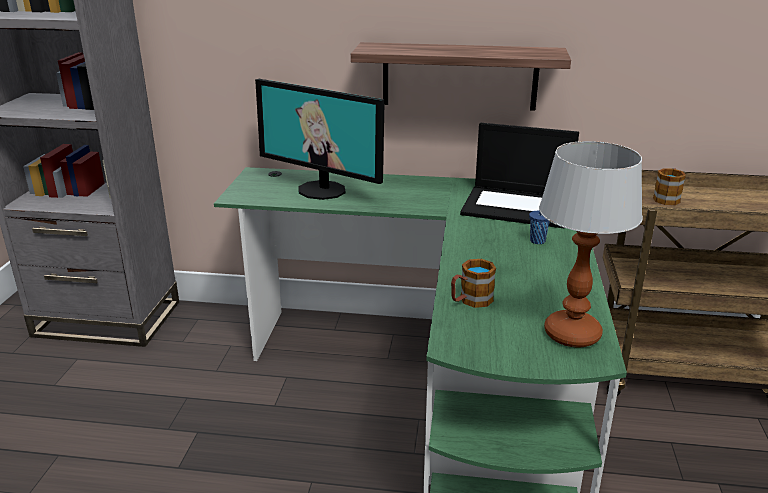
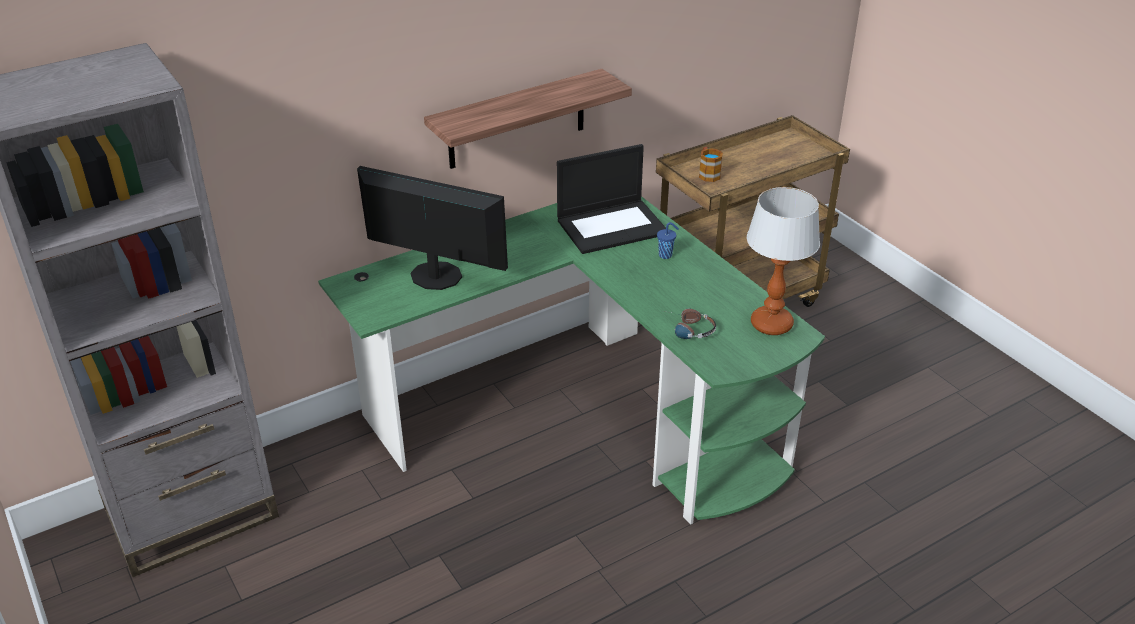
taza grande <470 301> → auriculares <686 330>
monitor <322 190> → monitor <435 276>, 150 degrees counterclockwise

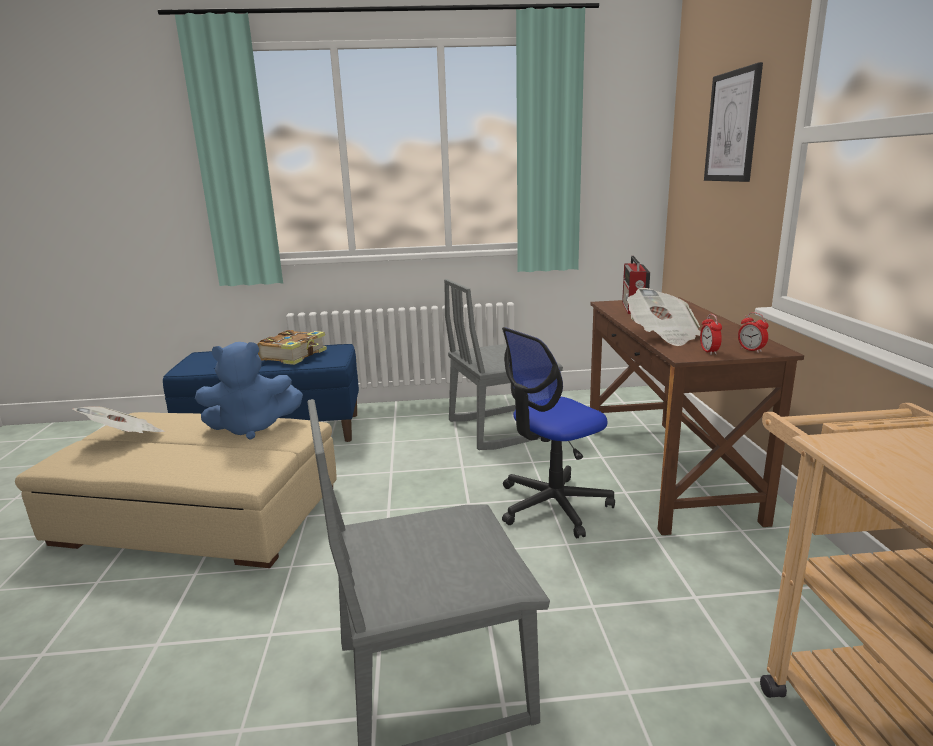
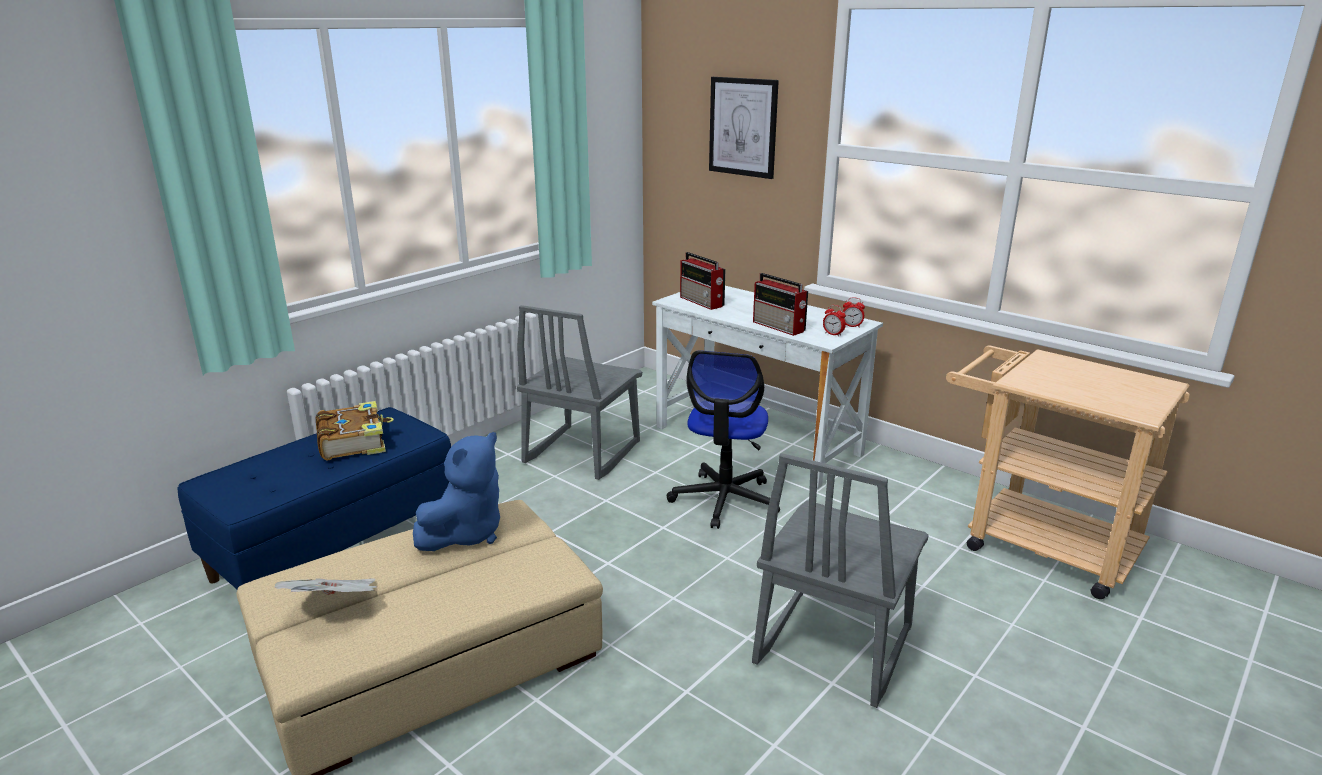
periódico <662 336> → radio <779 327>
escritorio (marrón) <666 471> → escritorio (blanco) <757 440>

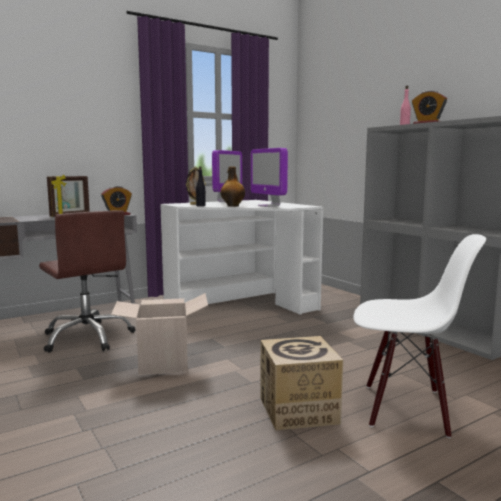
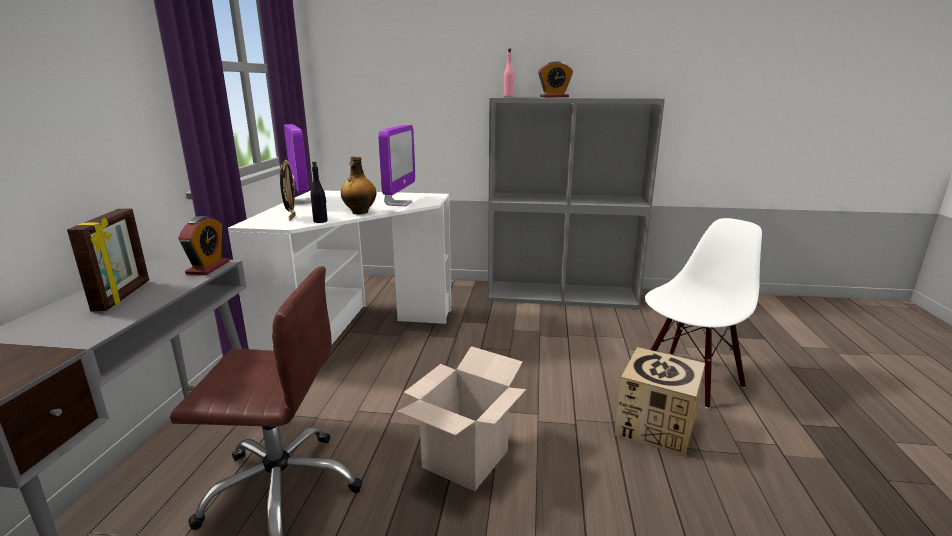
monitor <269 206> → monitor <398 203>, 90 degrees counterclockwise

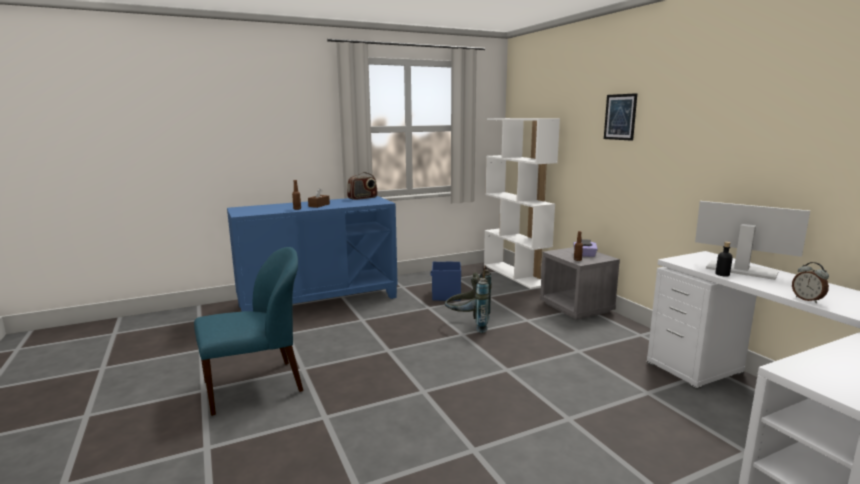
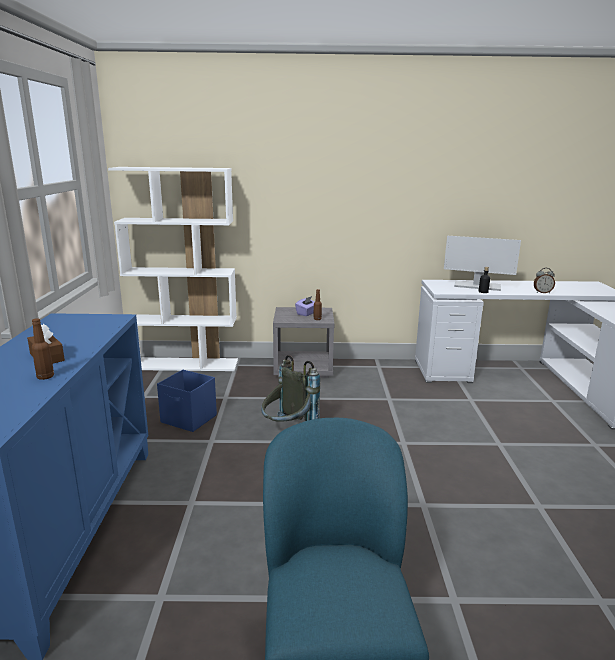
radio <362 198> → -
cuadro <620 117> → -
monitor <742 270> → monitor <476 286>, 135 degrees counterclockwise

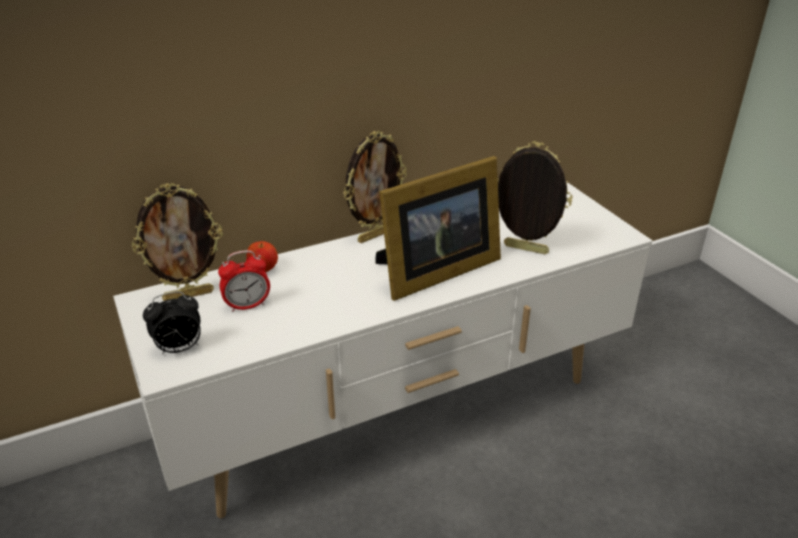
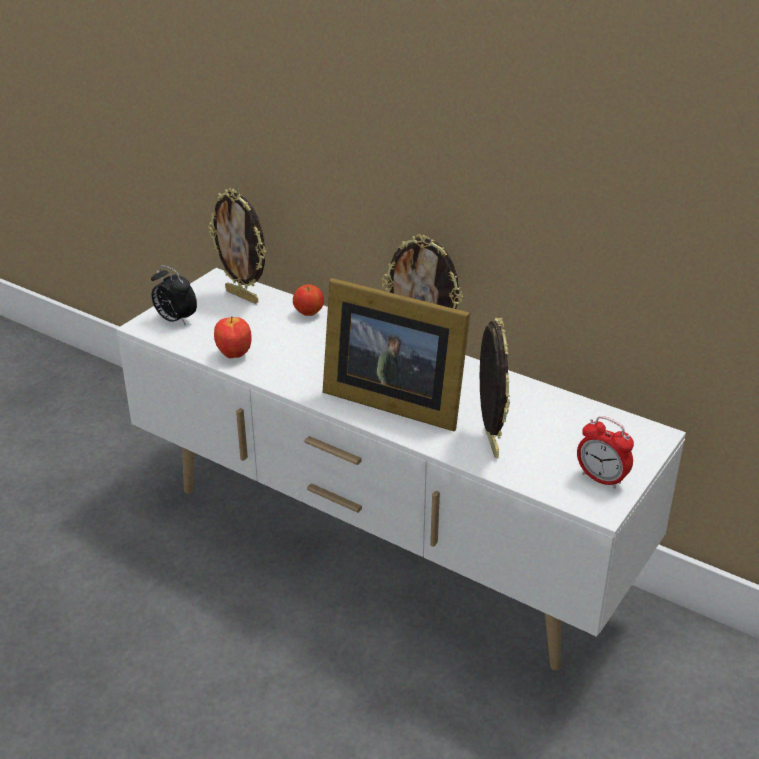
- → manzana <233 355>
despertador <247 305> → despertador <601 479>, moved

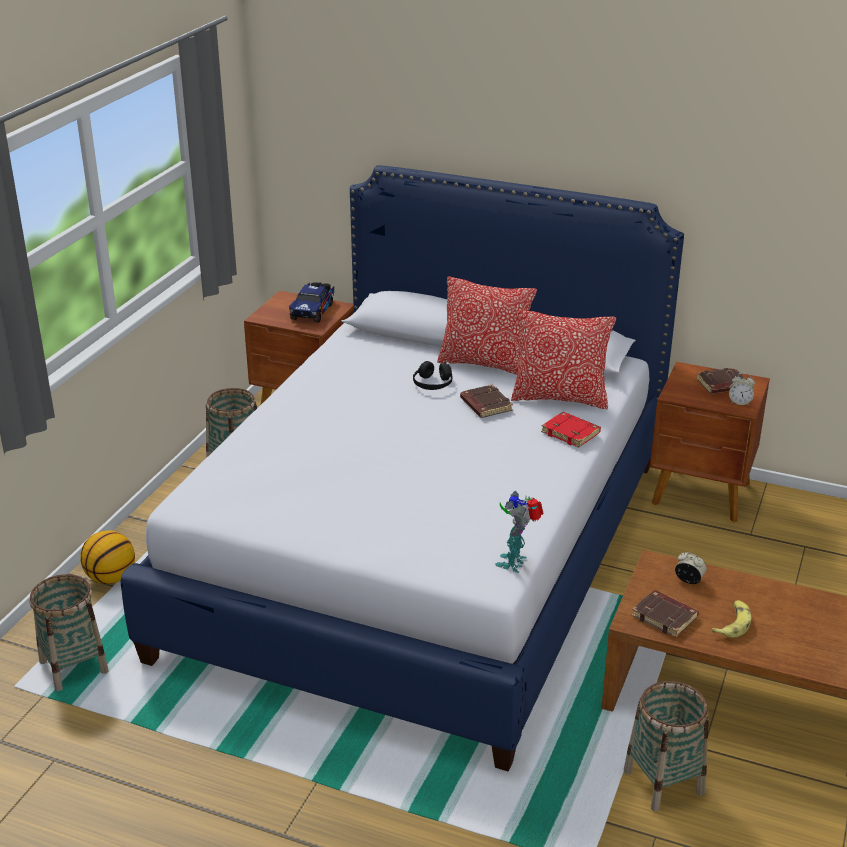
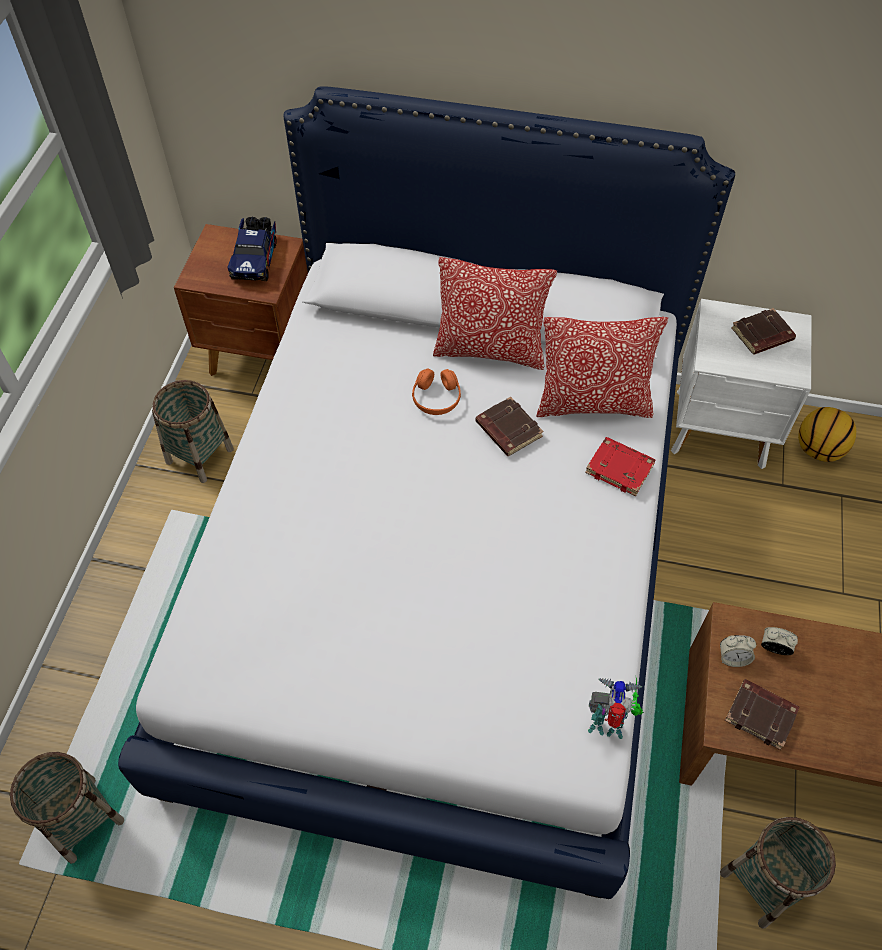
plátano <732 623> → -
balón de baloncesto <111 578> → balón de baloncesto <818 449>, moved
despertador <740 402> → despertador <732 658>, moved
auriculares (negro) <432 384> → auriculares (naranja) <436 398>
mesita de noche (marrón) <702 495> → mesita de noche (blanco) <721 430>
robot de juguete <515 562> → robot de juguete <607 726>, 90 degrees clockwise

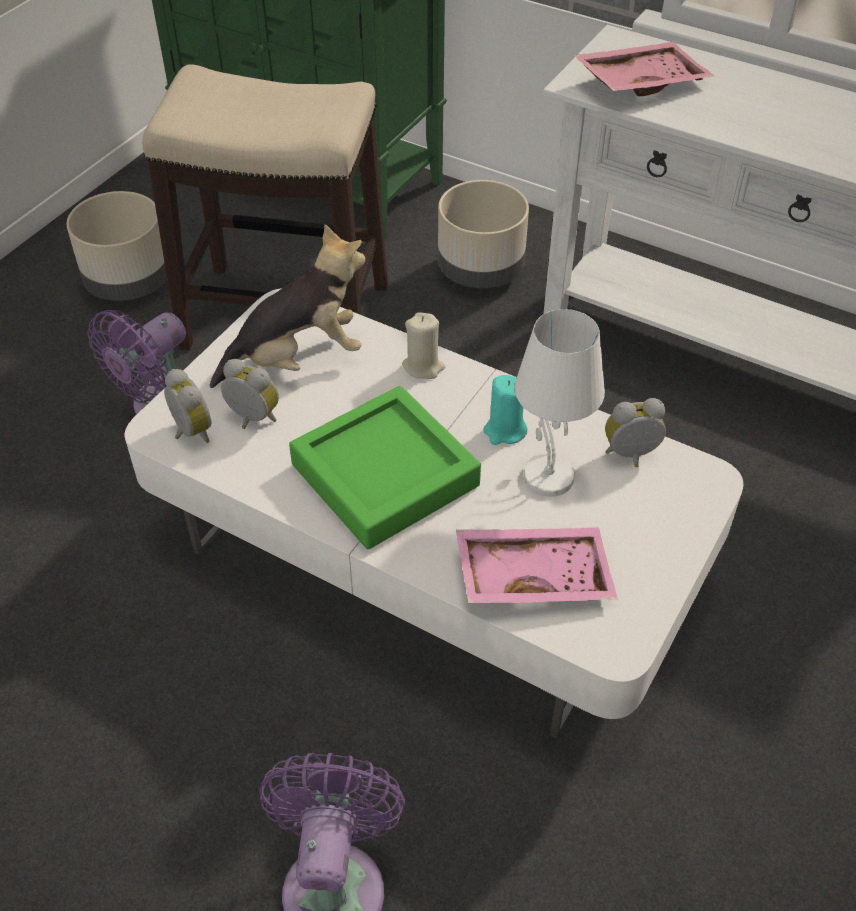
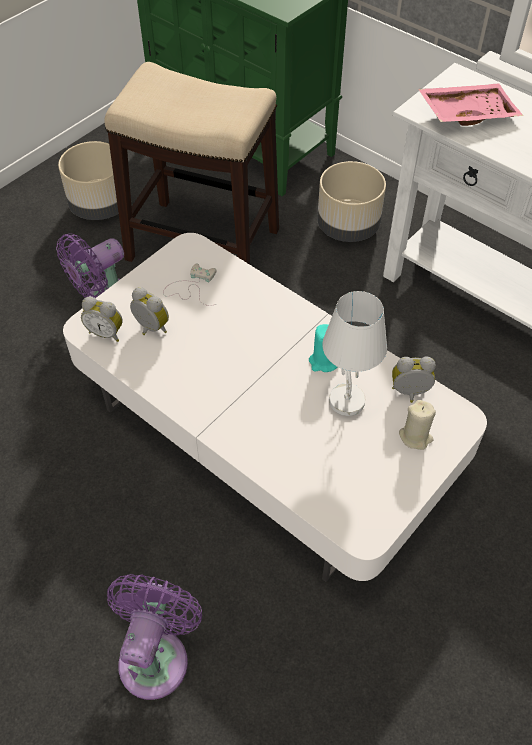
bandeja (verde) <385 475> → -
bandeja (rosa) <533 575> → -
vela (beis) <423 367> → vela (beis) <415 437>, moved
peluche <298 358> → mando de consola (blanco) <191 287>
despertador <189 432> → despertador <106 332>, 135 degrees clockwise

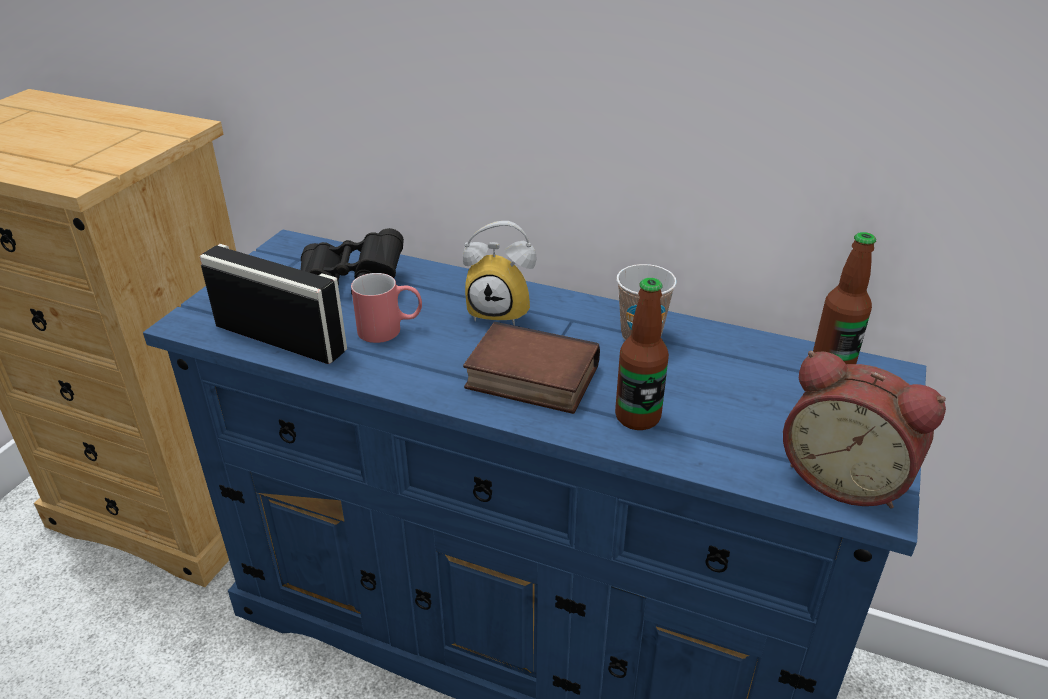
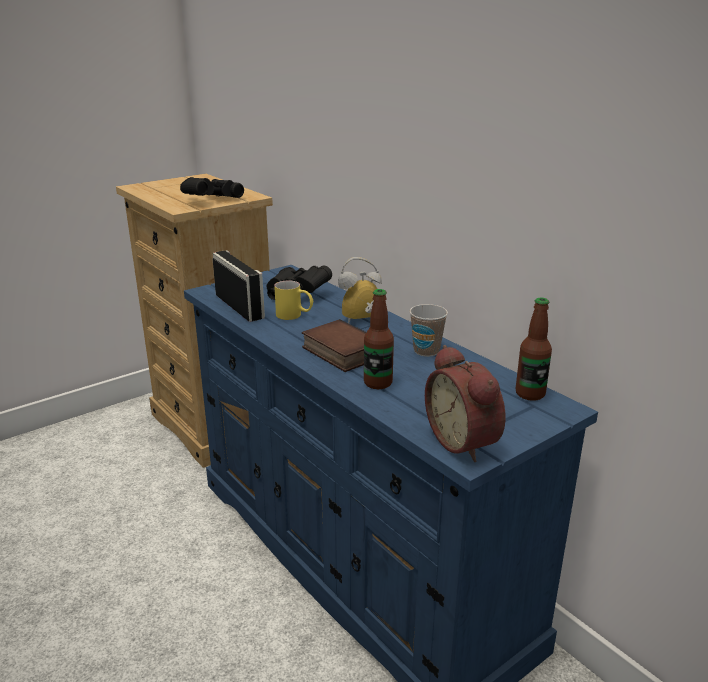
- → prismáticos (negro) <210 200>
taza grande (rojo) <390 329> → taza grande (amarillo) <294 316>
despertador <502 311> → despertador <361 322>, 120 degrees clockwise

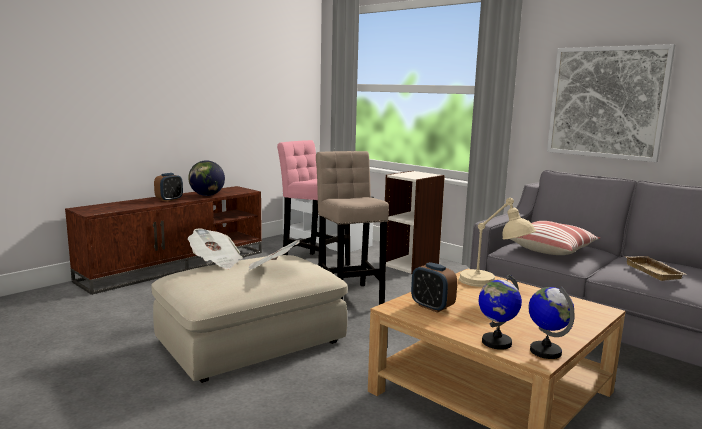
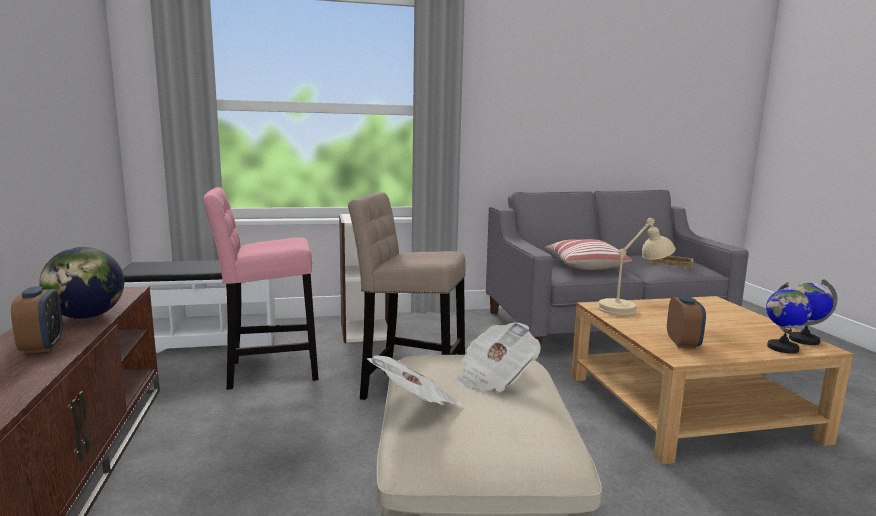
cuadro <606 102> → -
despertador <432 307> → despertador <683 343>, 75 degrees counterclockwise

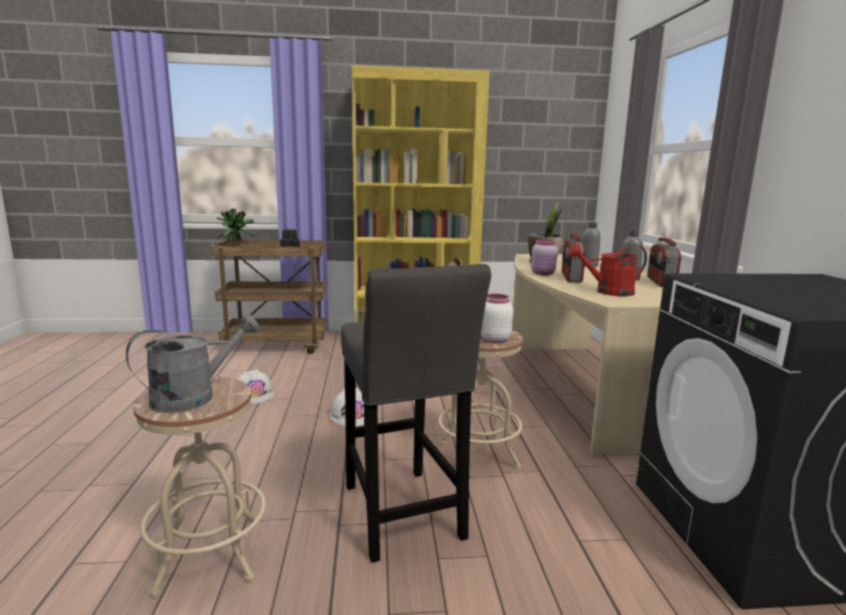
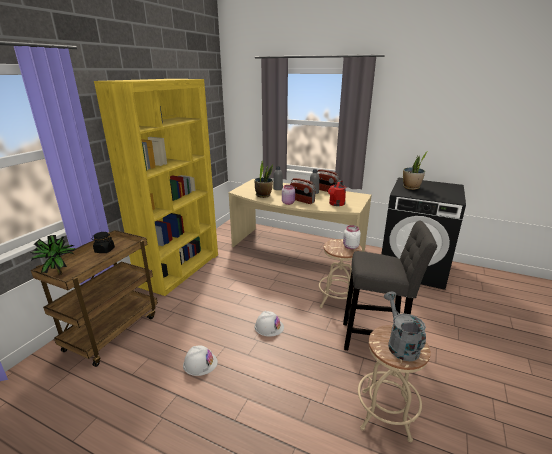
- → planta en maceta <411 187>

